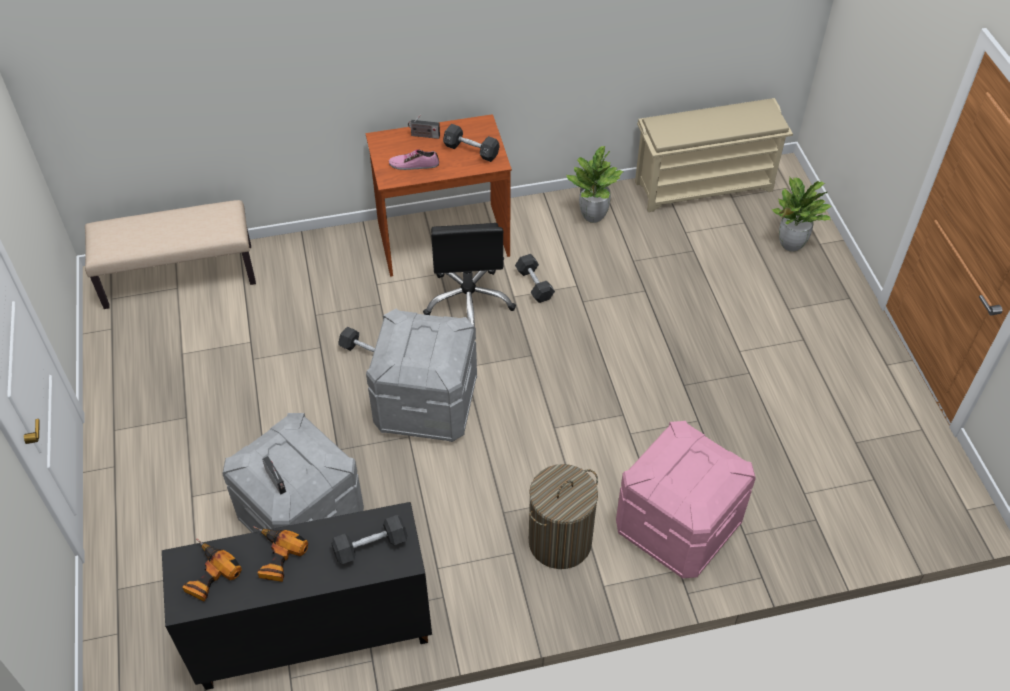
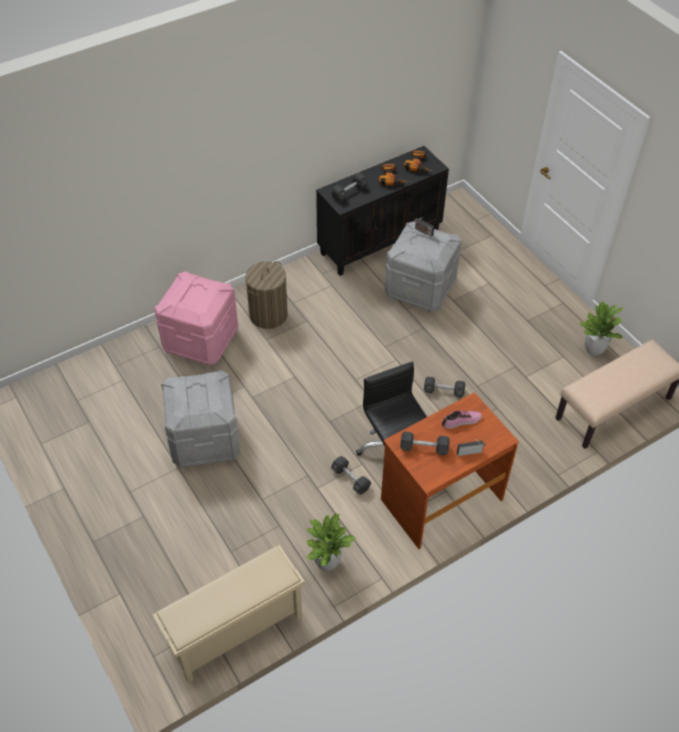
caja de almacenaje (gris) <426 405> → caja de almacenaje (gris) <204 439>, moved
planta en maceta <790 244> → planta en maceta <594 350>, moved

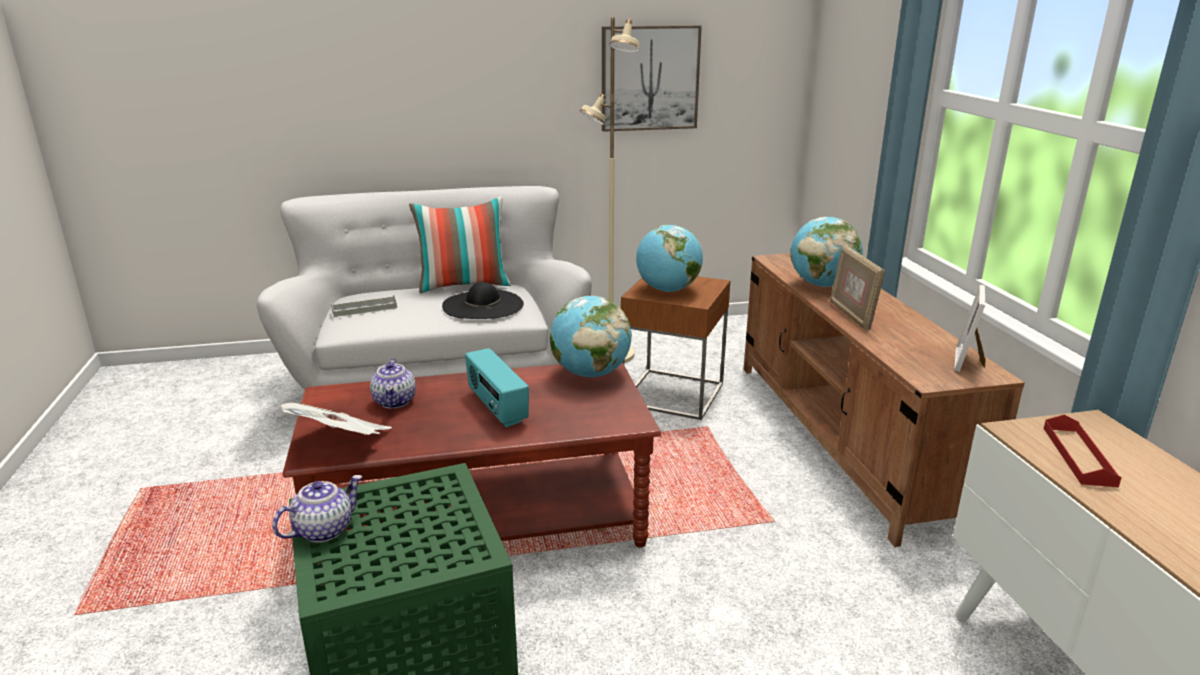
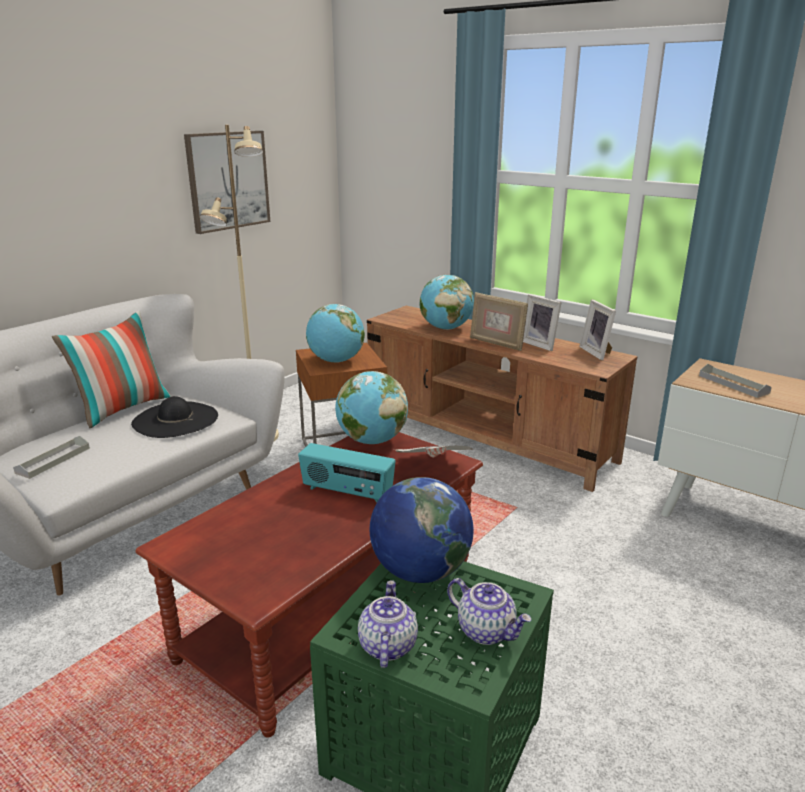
- → globo terráqueo <420 571>
- → portarretratos <540 344>
periódico <341 442> → periódico <433 469>, moved
tetera <395 402> → tetera <487 631>, moved
bandeja (rojo) <1078 456> → bandeja (gris) <733 384>

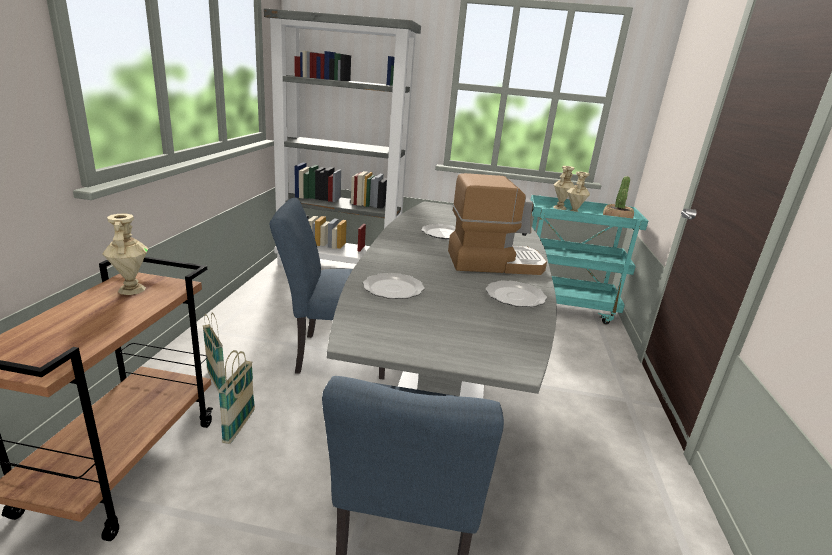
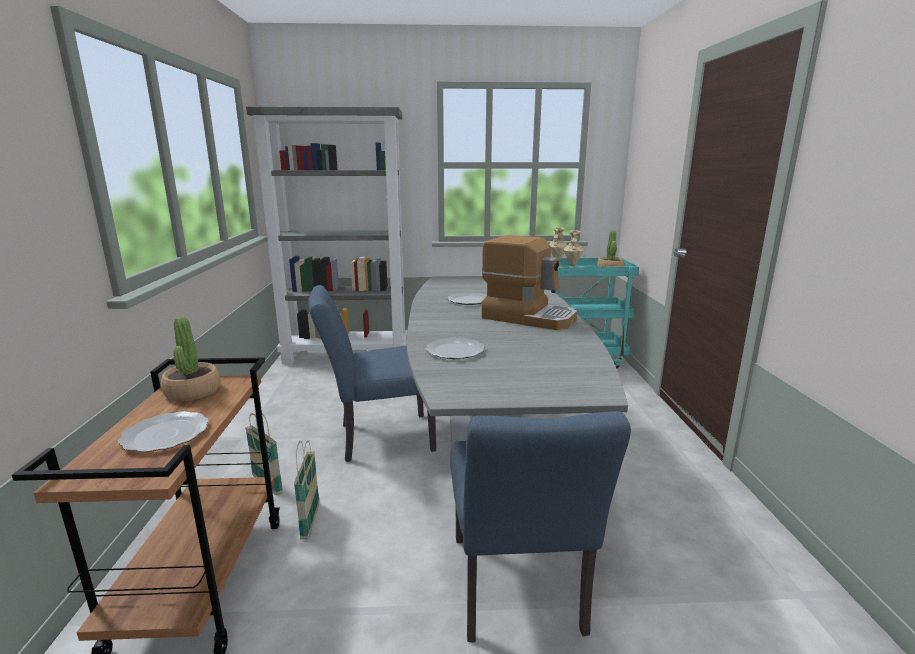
plato <516 296> → plato <167 434>, moved
florero (beis) <131 289> → planta en maceta <192 392>
cafetera <494 262> → cafetera <529 317>, 45 degrees clockwise

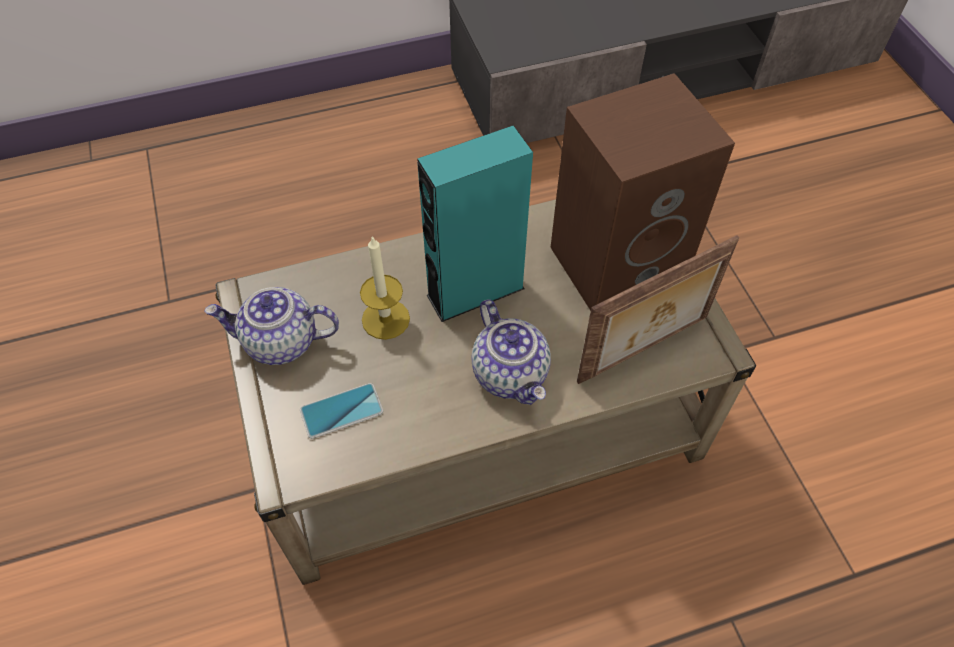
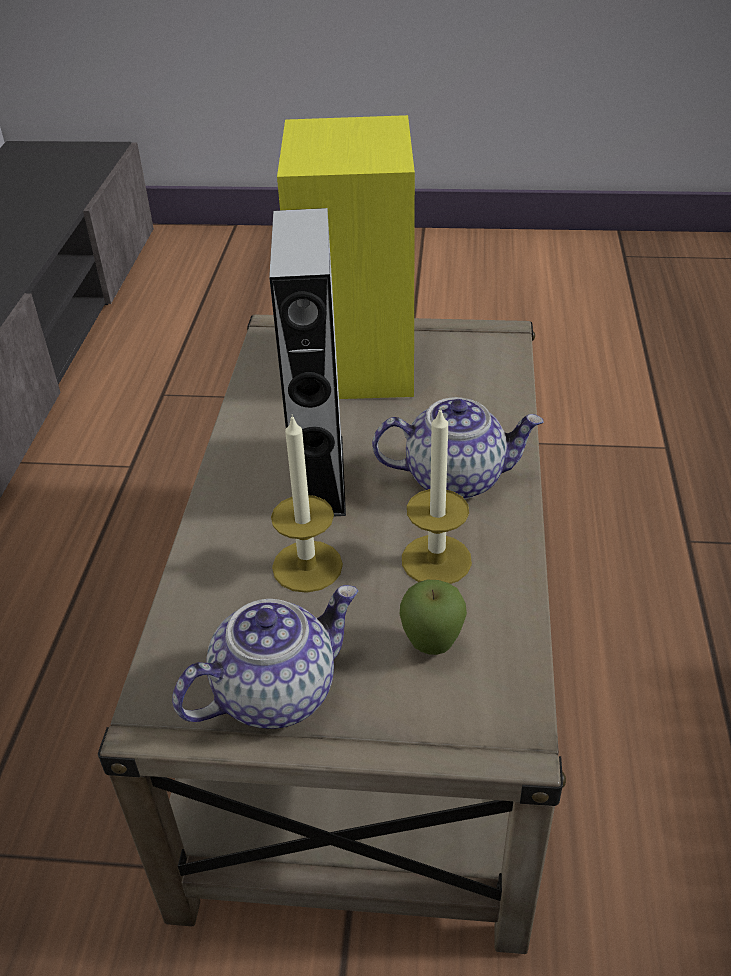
portarretratos <645 350> → -
- → vela <436 560>
móvil <341 411> → manzana <432 647>
altavoz (turquesa) <475 292> → altavoz (gris) <319 475>
altavoz (marrón) <619 260> → altavoz (amarillo) <352 360>
tetera <280 342> → tetera <275 691>, 150 degrees counterclockwise

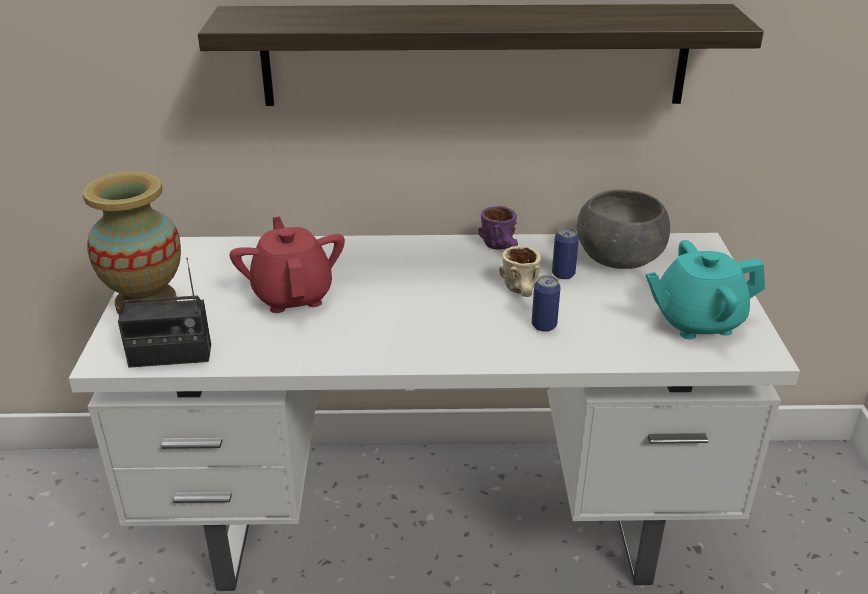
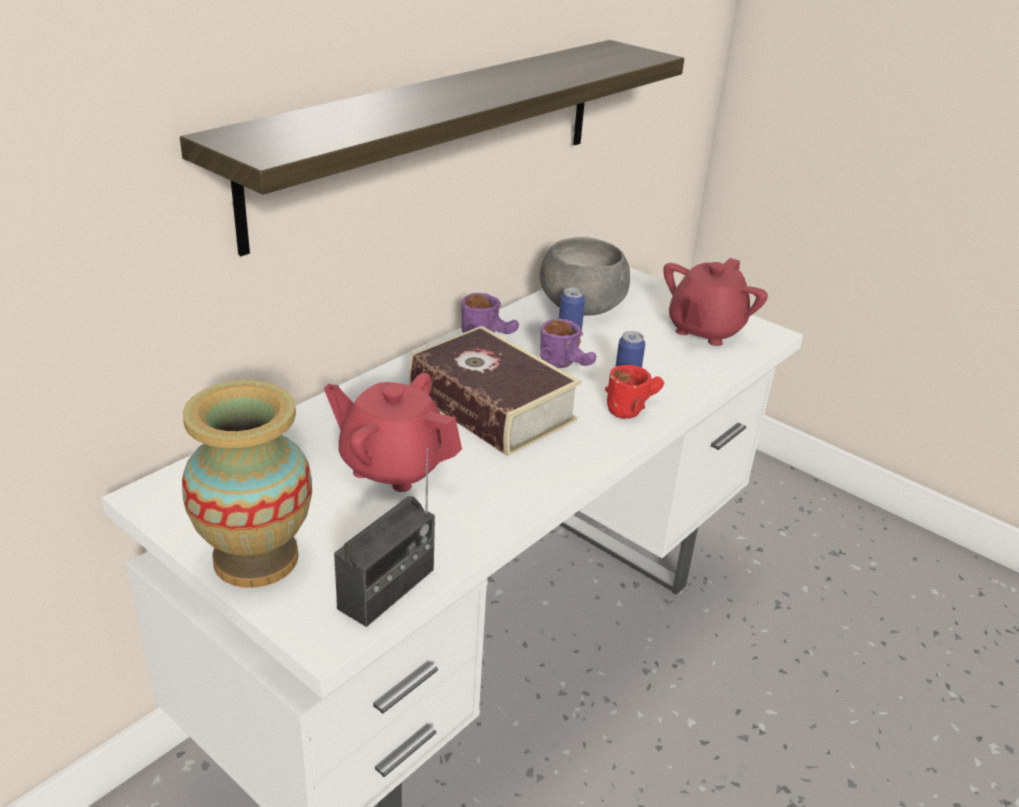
- → libro <492 406>
- → taza grande (rojo) <632 406>
taza grande (beis) <523 292> → taza grande (morado) <568 364>
tetera (turquesa) <696 322> → tetera (rojo) <704 330>

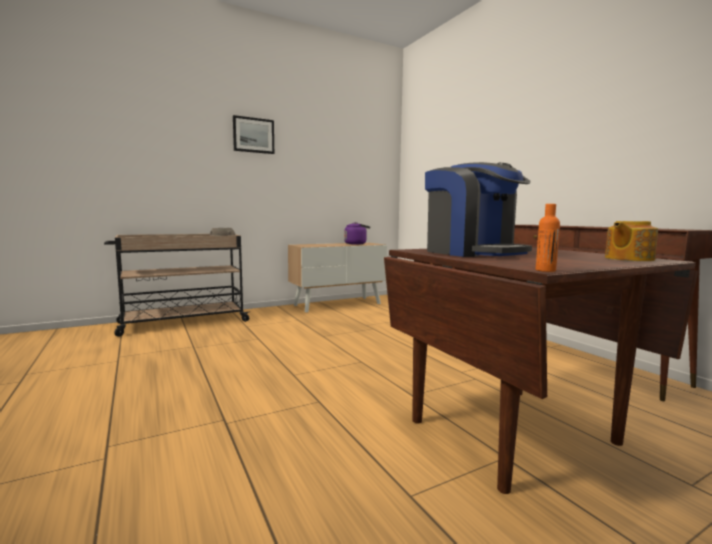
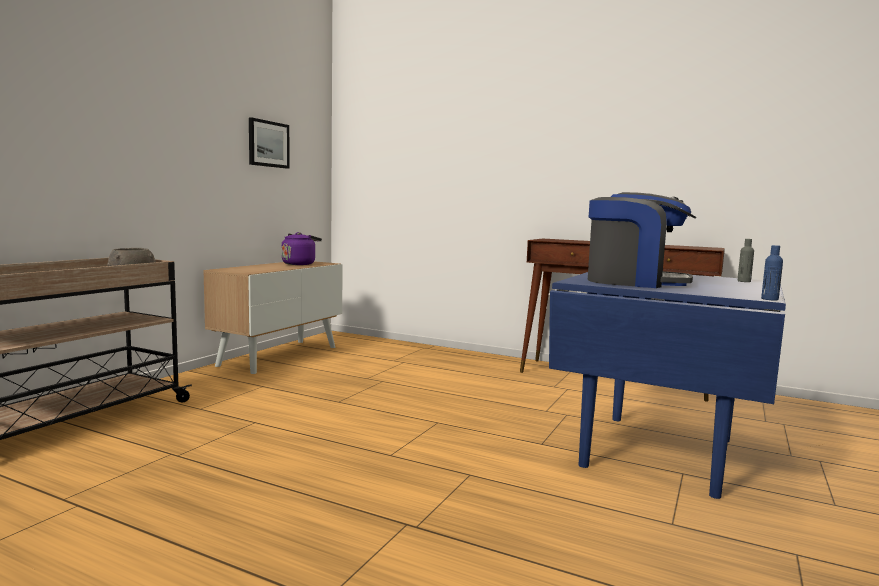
cuadro <253 135> → cuadro <268 144>, moved
tetera <627 259> → botella (gris) <744 281>
mesa de comedor (marrón) <511 430> → mesa de comedor (azul) <656 452>
botella (naranja) <545 270> → botella (azul) <769 299>

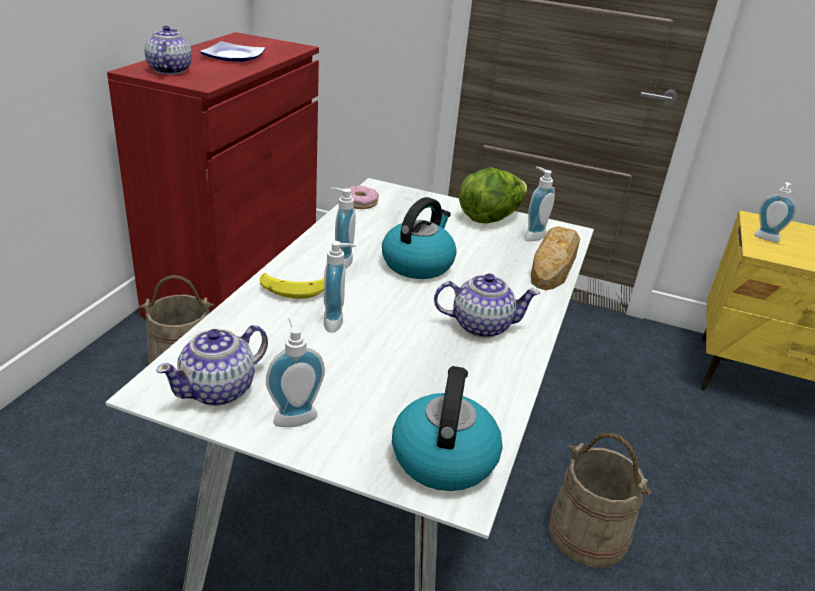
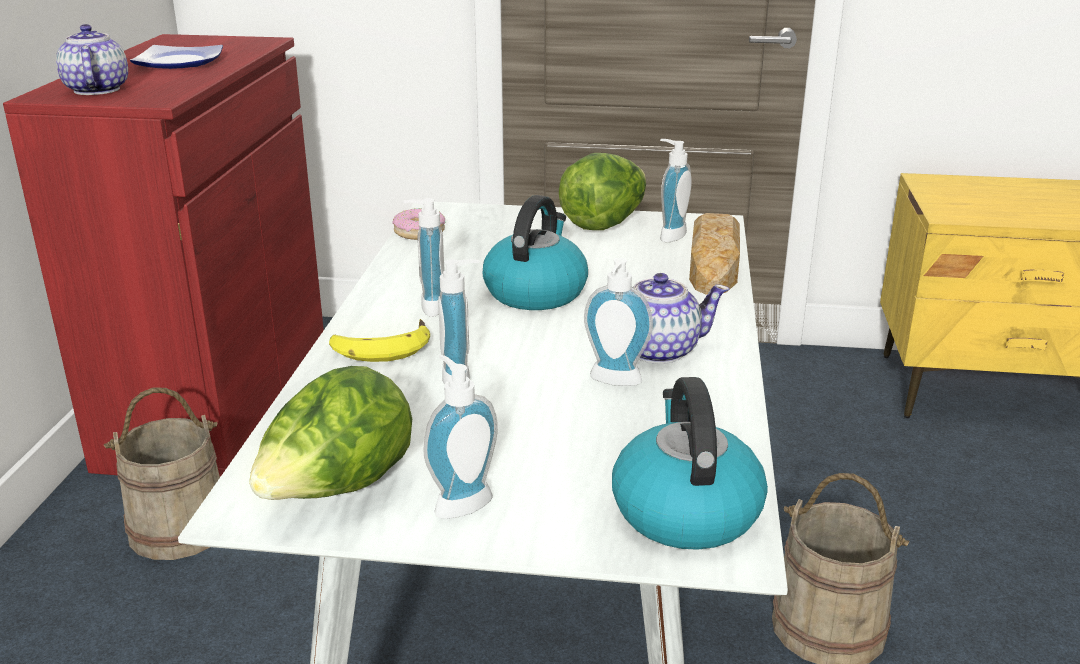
dispensador de jabón <766 239> → dispensador de jabón <614 382>, moved
tetera <219 390> → lechuga <338 491>

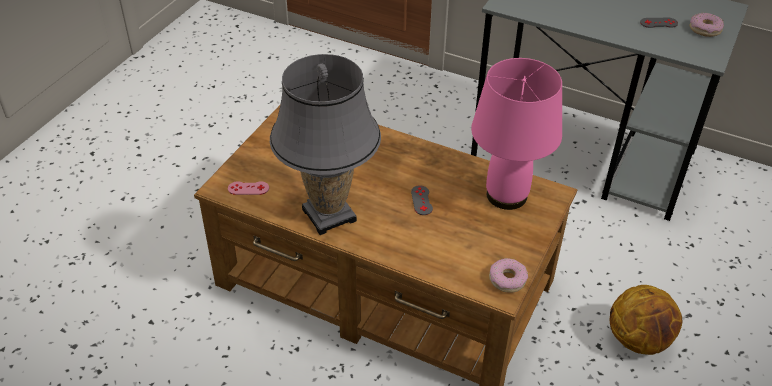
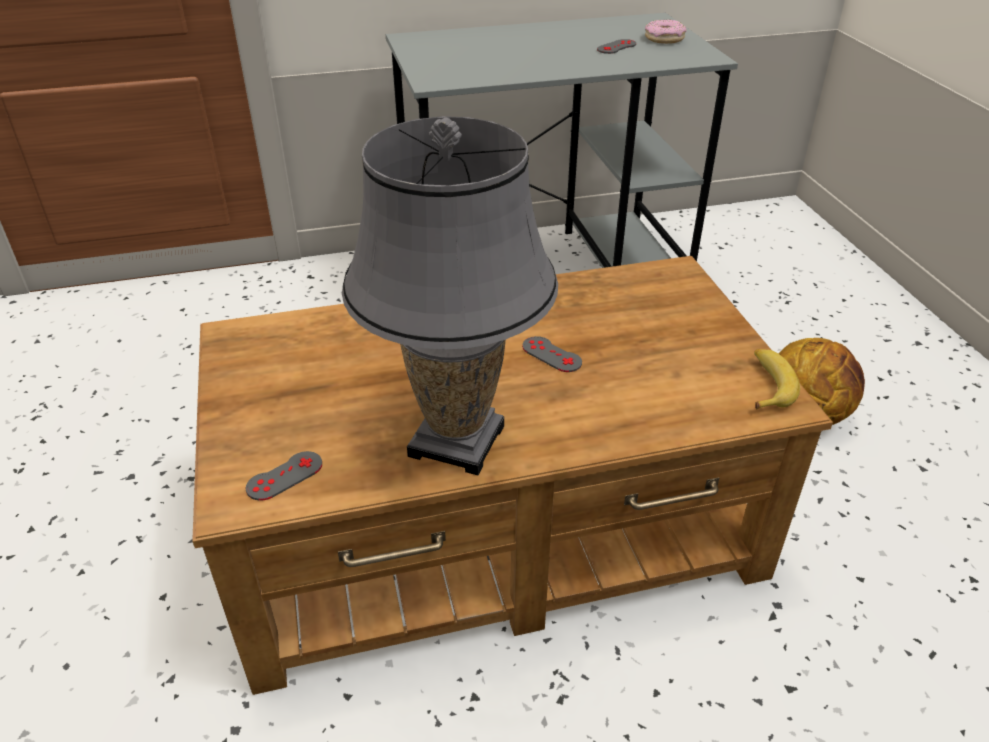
lámpara de mesa (rosa) <507 195> → -
rosquilla <507 279> → plátano <767 385>
mando de consola (rosa) <248 188> → mando de consola (gris) <284 476>

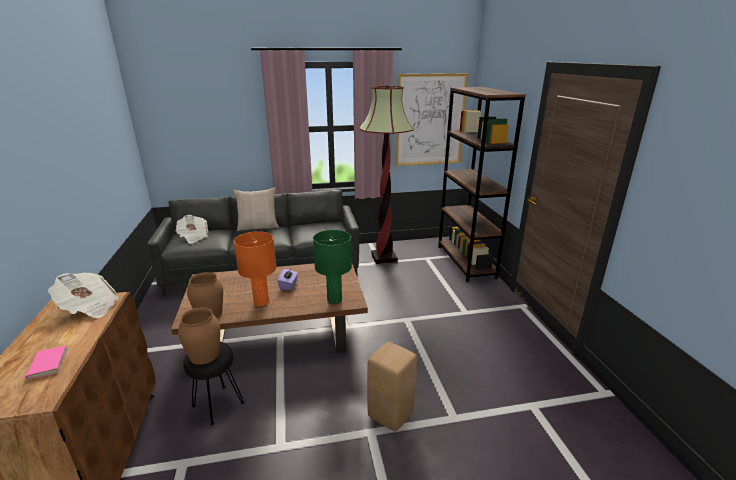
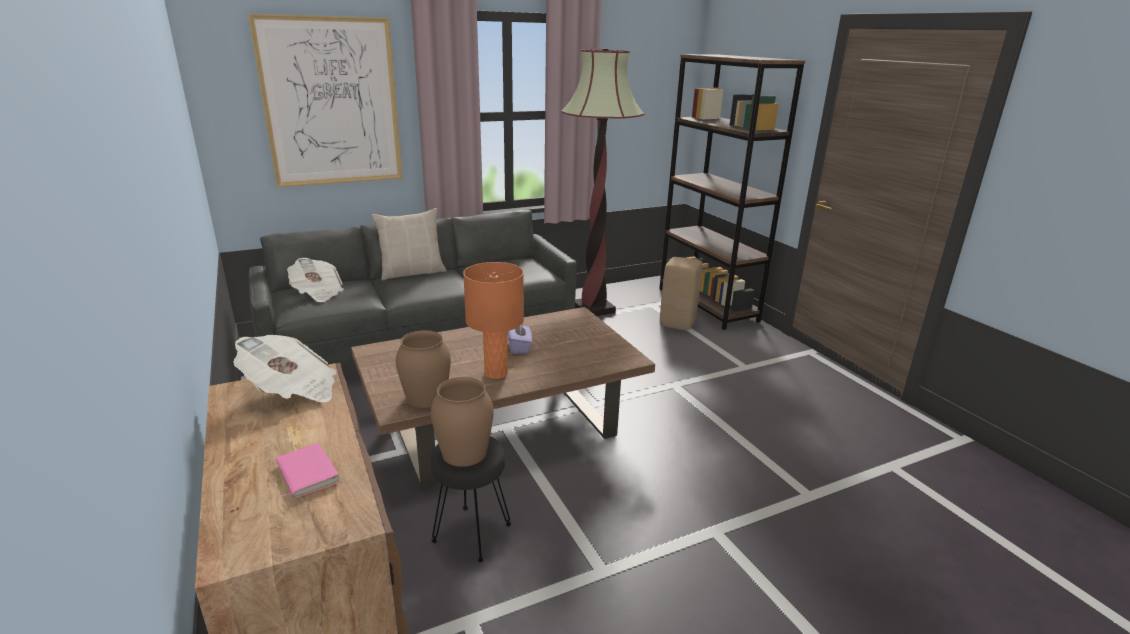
lámpara de mesa (verde) <334 300> → -
taburete (beis) <390 413> → taburete (beis) <677 323>, moved
cuadro <430 120> → cuadro <331 103>, moved

